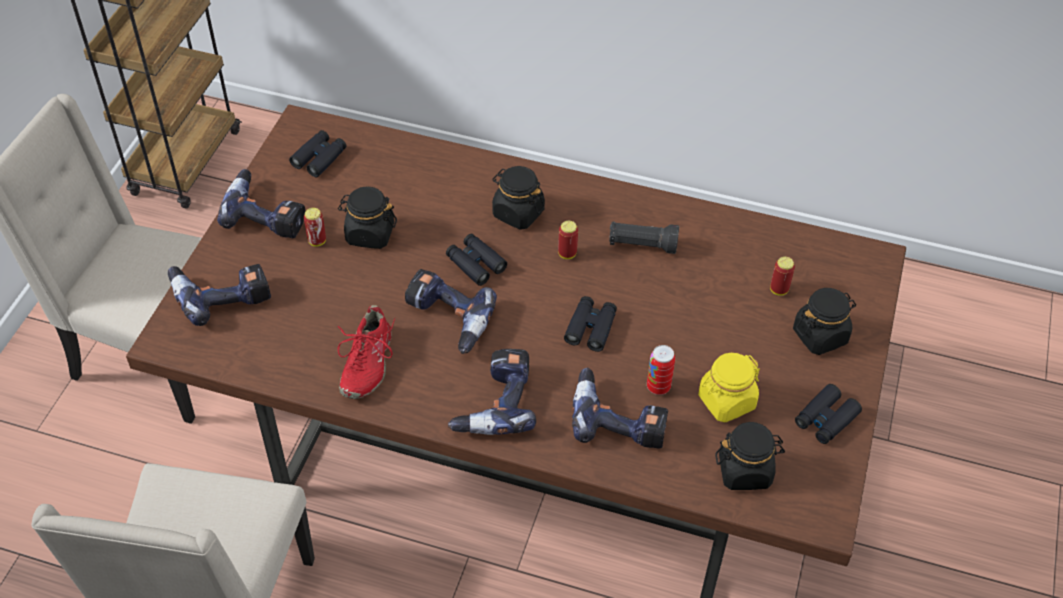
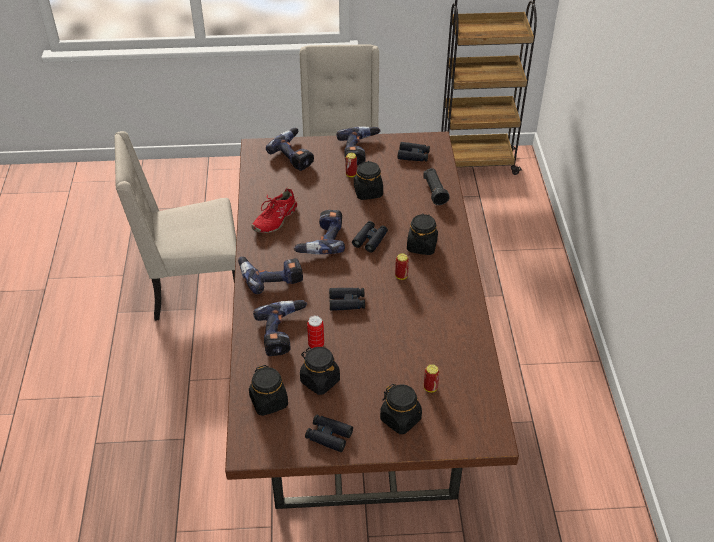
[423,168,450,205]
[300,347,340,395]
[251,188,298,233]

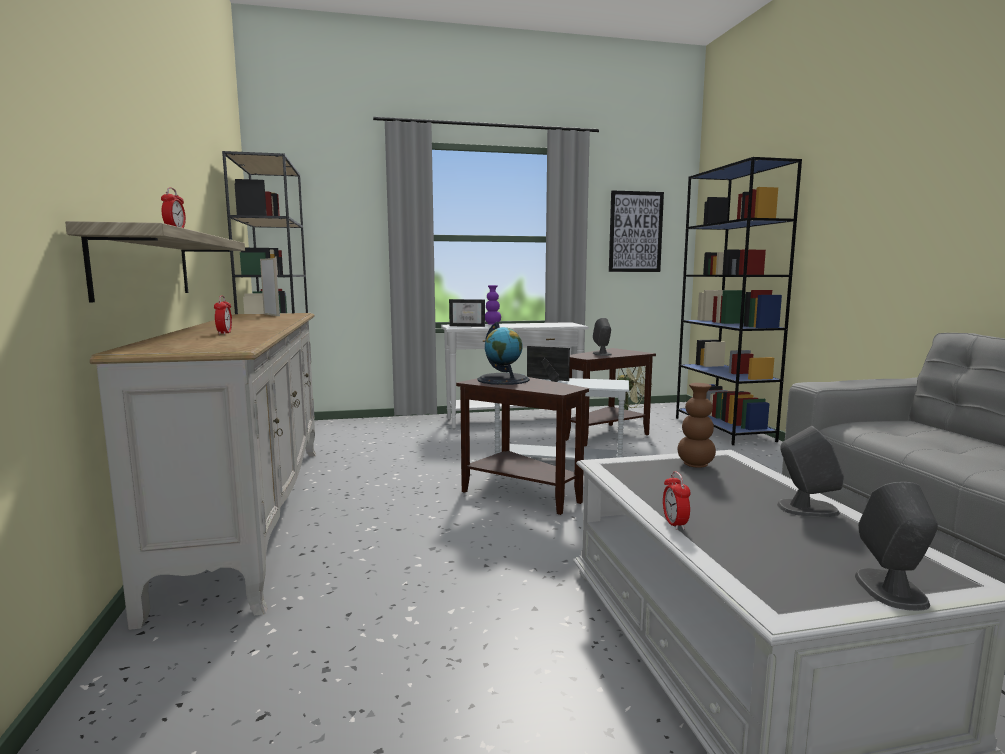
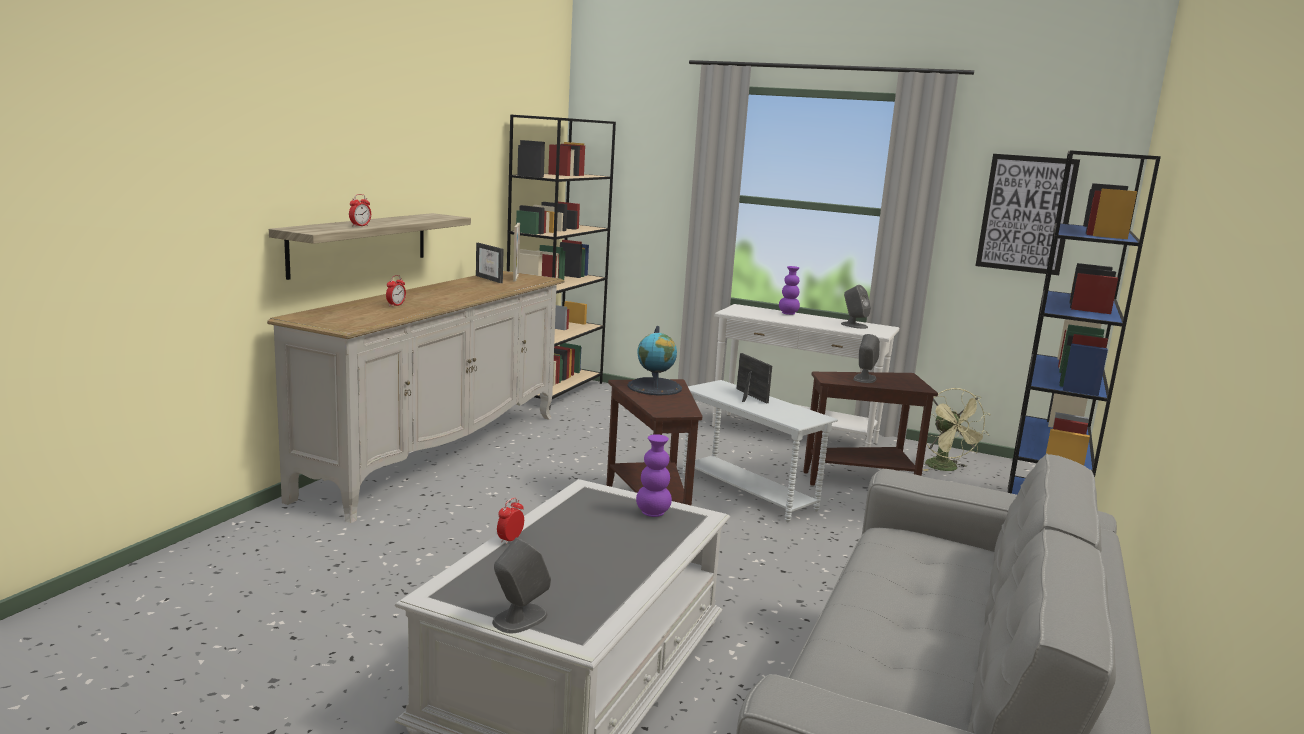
[476,243,504,283]
[841,285,871,329]
[636,434,672,517]

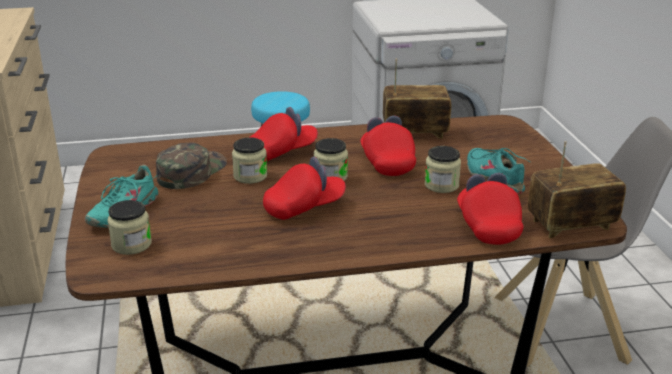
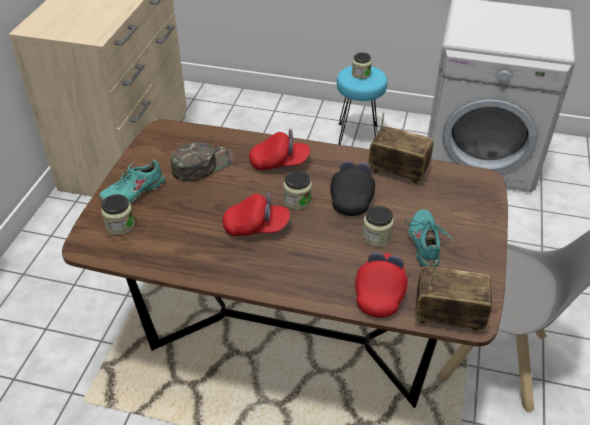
[352,52,372,79]
[330,161,375,216]

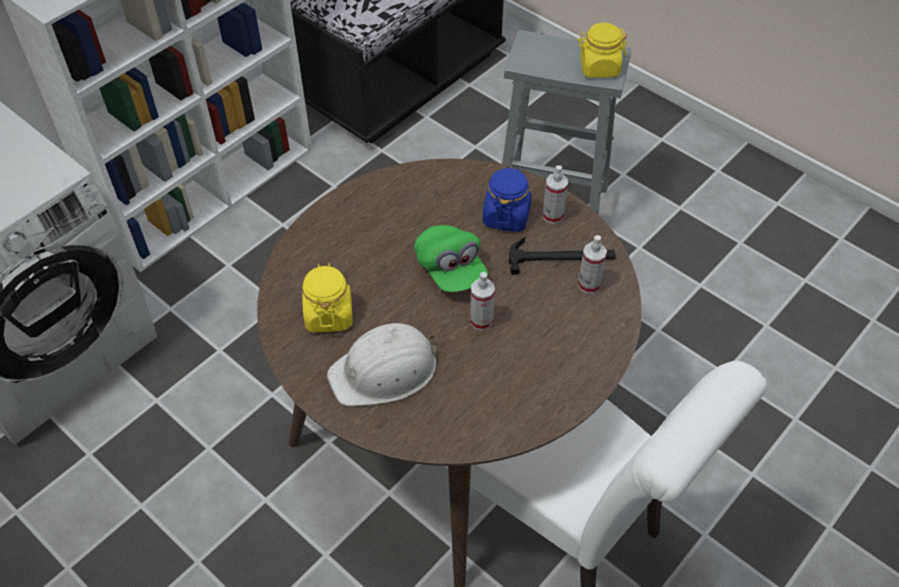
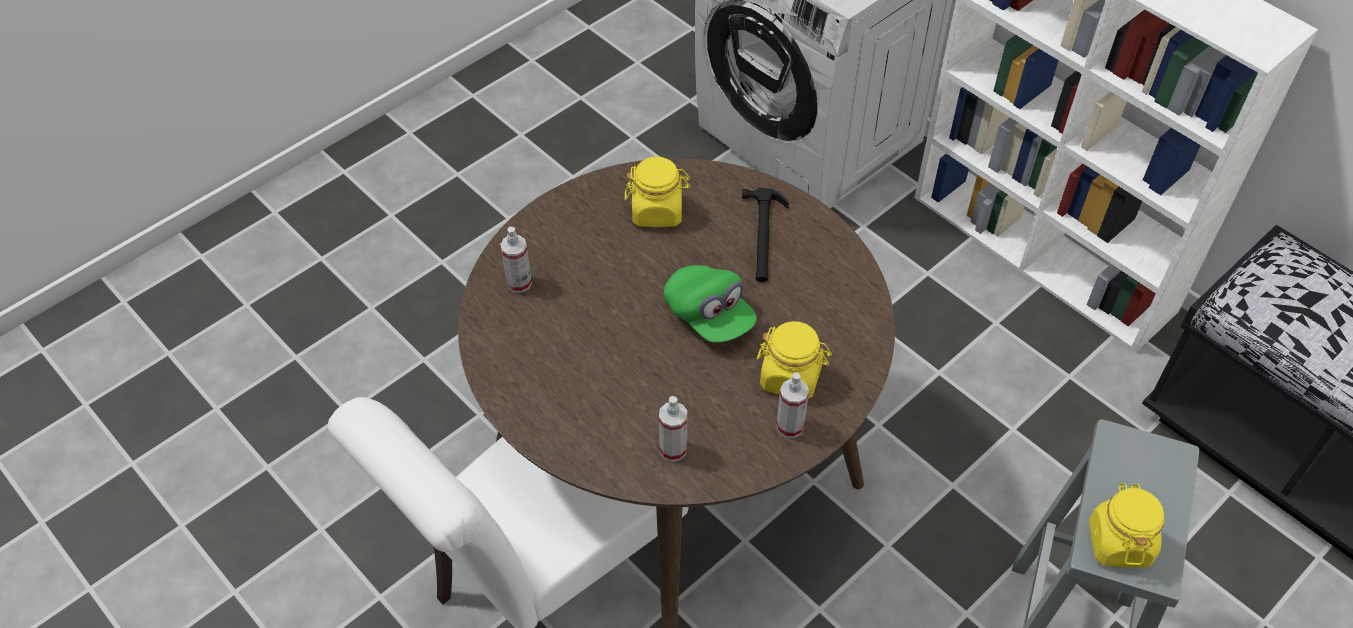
[327,323,438,406] (first image)
[500,226,532,293]
[742,188,789,282]
[757,321,832,399]
[664,265,757,343]

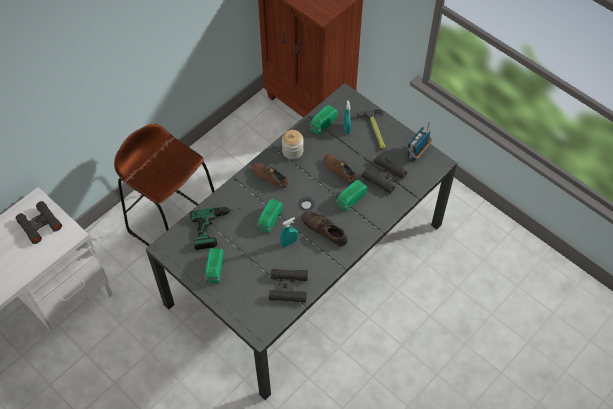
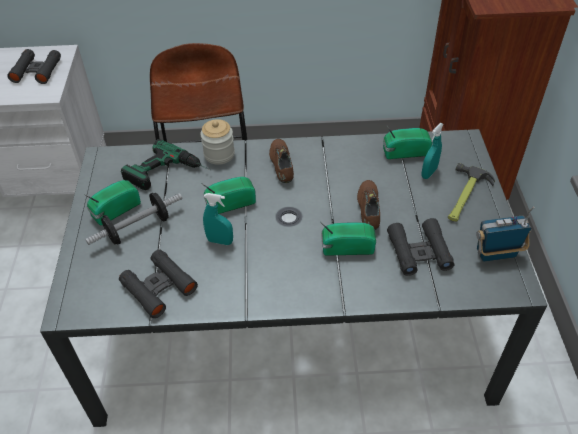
[301,211,348,247] (first image)
[85,193,182,245]
[200,119,235,165]

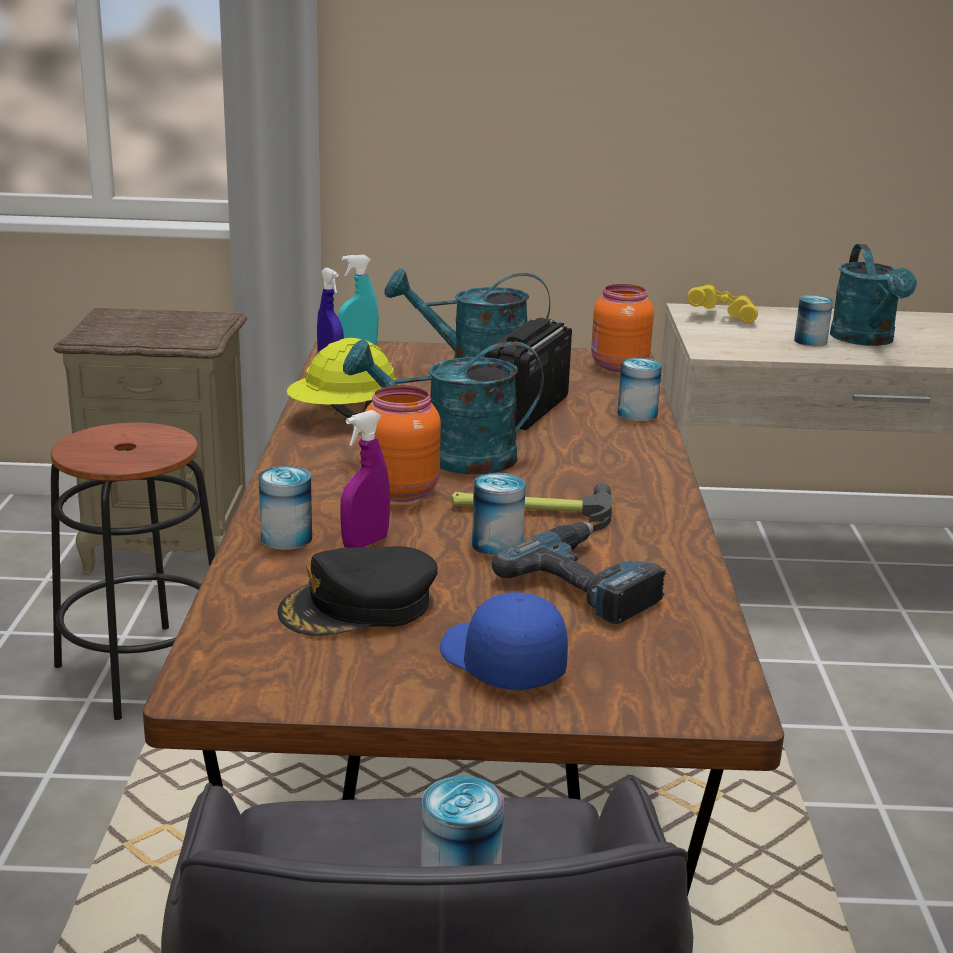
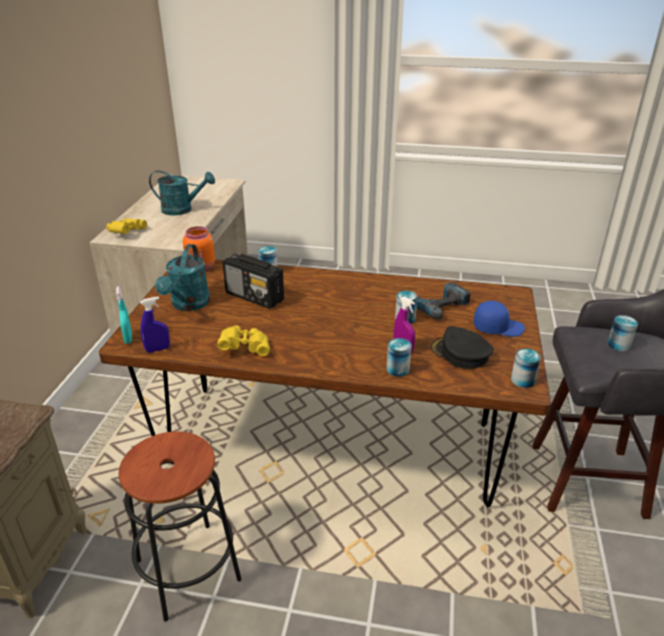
[343,339,544,474] (first image)
[365,385,441,502] (first image)
[452,483,612,532] (first image)
[511,348,541,388]
[218,325,270,356]
[430,326,494,369]
[474,301,525,337]

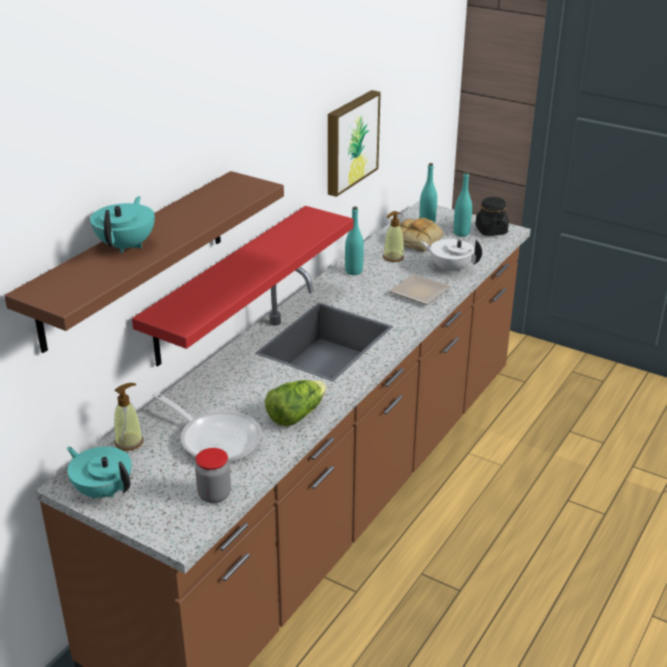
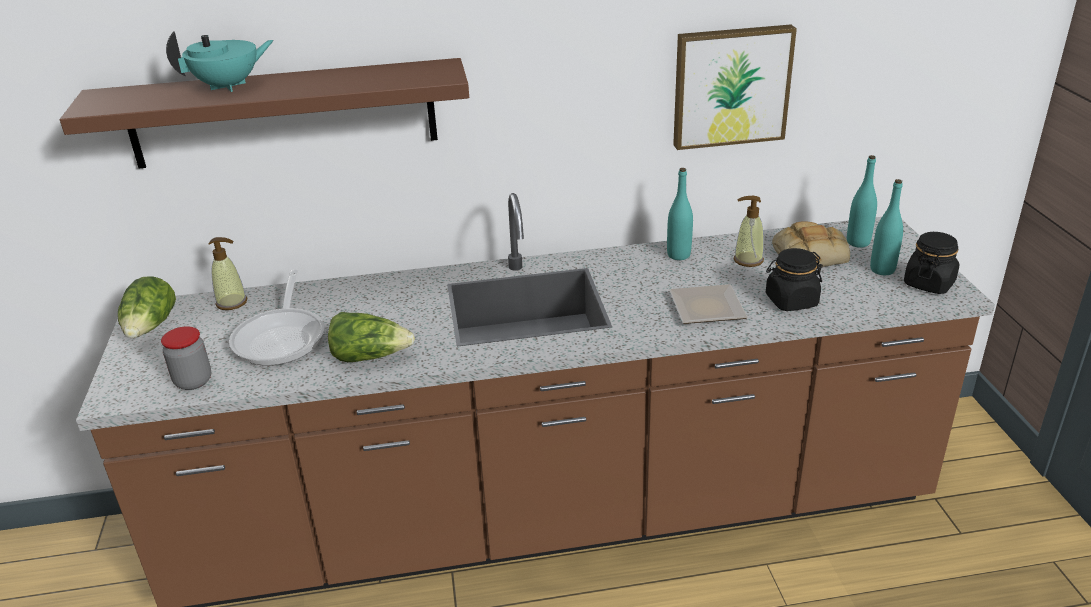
[132,206,353,366] (first image)
[118,277,176,338]
[766,248,823,311]

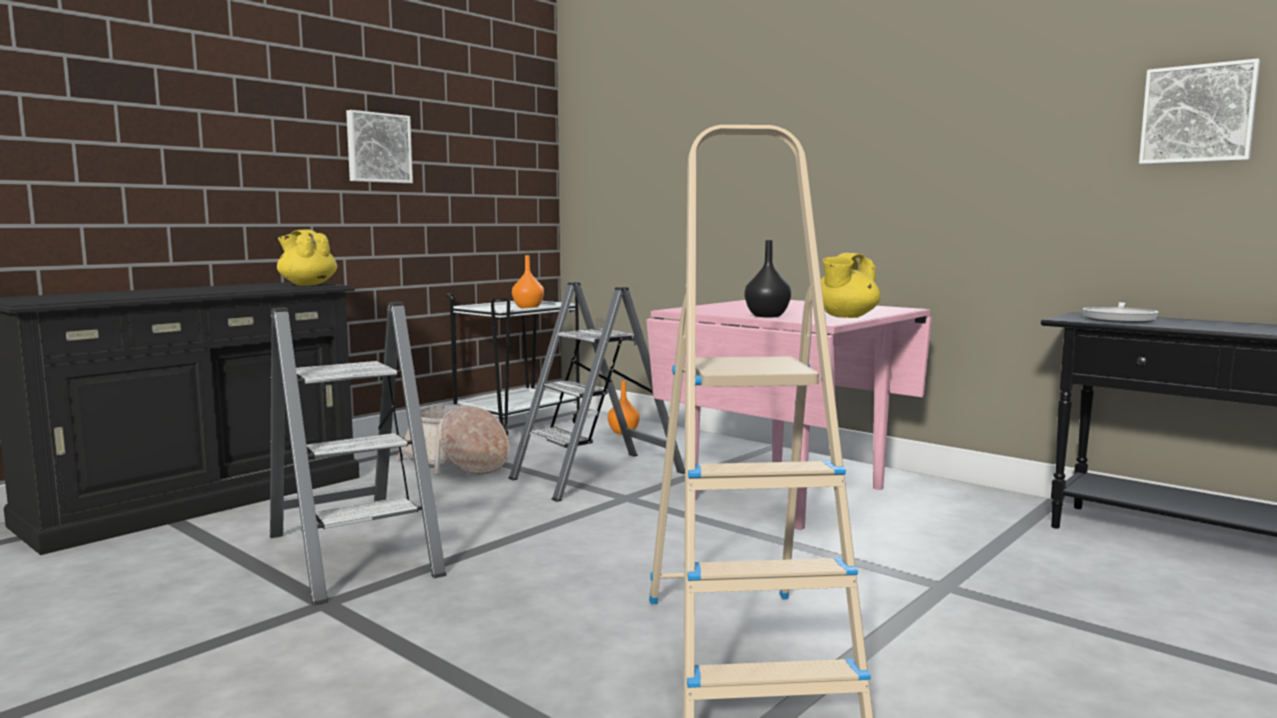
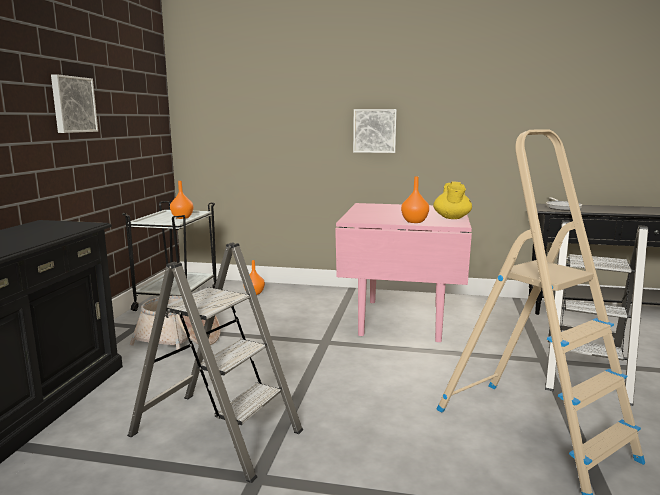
[277,230,337,286] (first image)
[545,220,648,406]
[353,109,397,153]
[401,176,429,223]

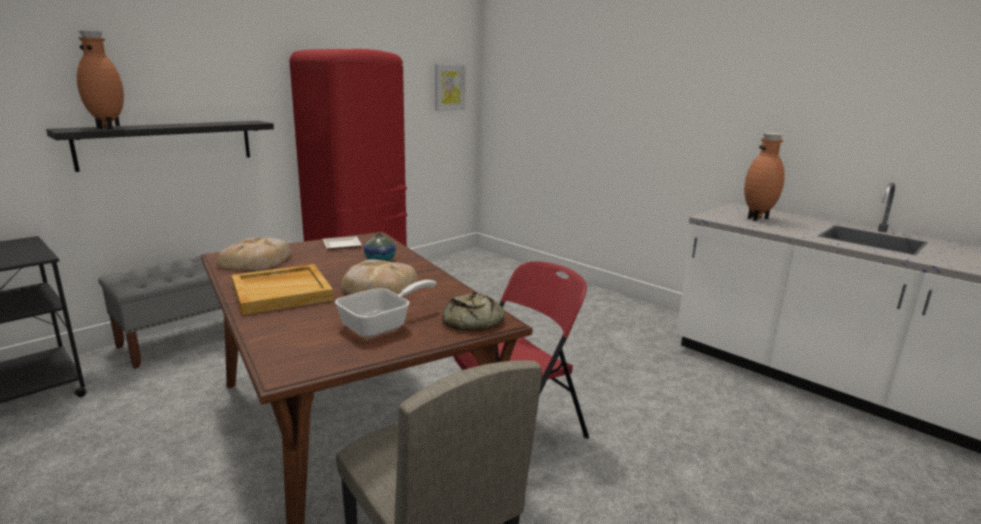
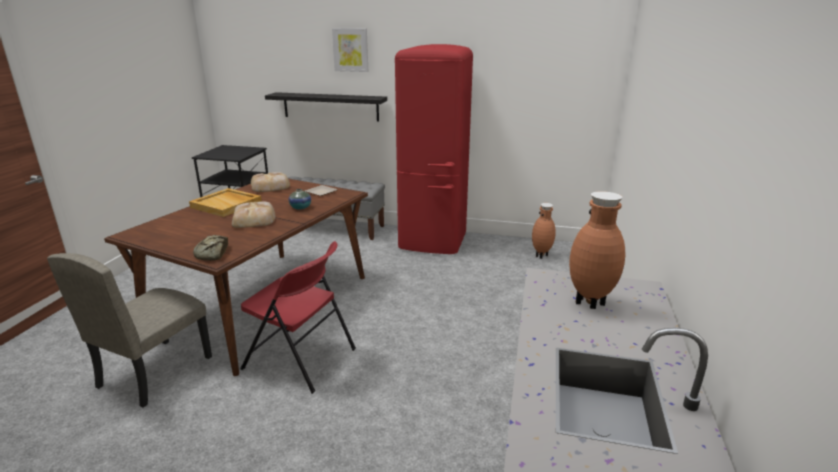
[335,280,436,338] (first image)
[532,203,556,259]
[332,28,368,72]

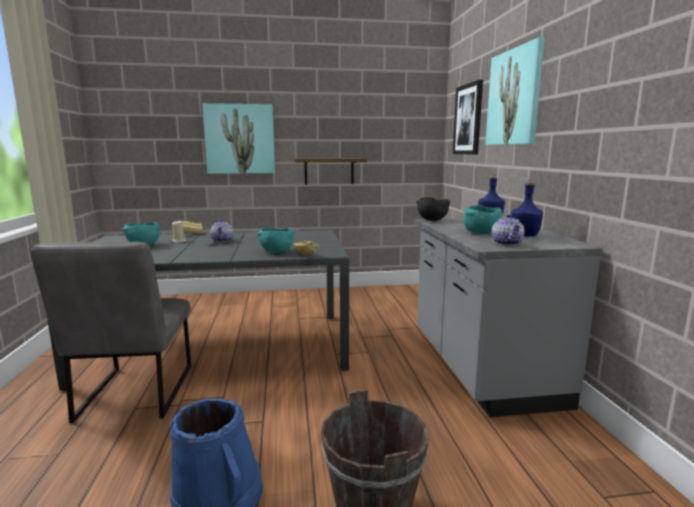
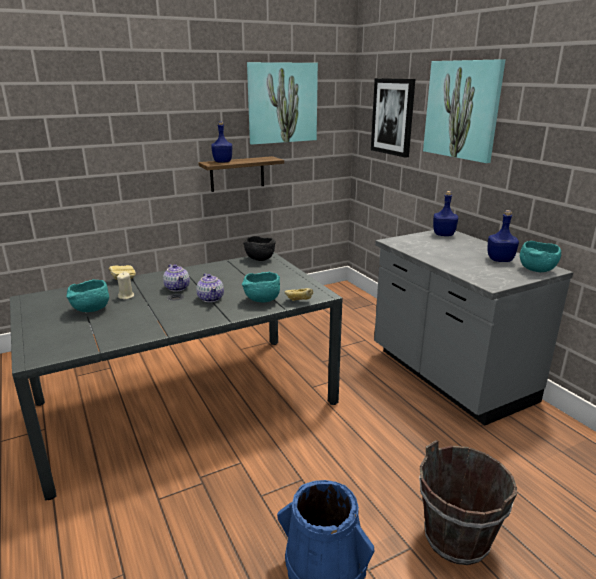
[30,242,191,423] (first image)
[211,121,232,163]
[247,62,318,144]
[243,236,276,261]
[520,241,561,272]
[196,273,224,302]

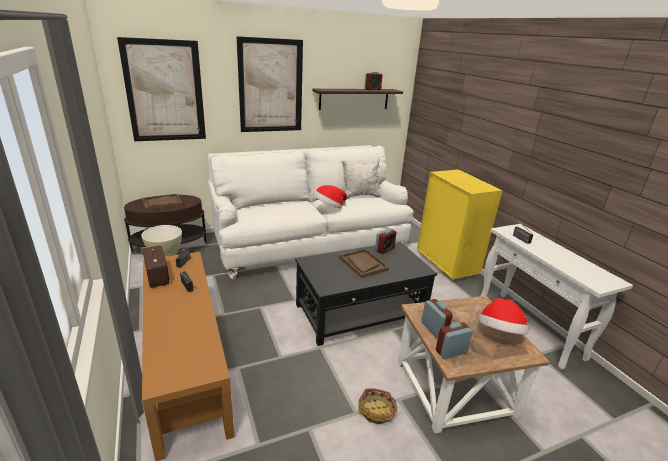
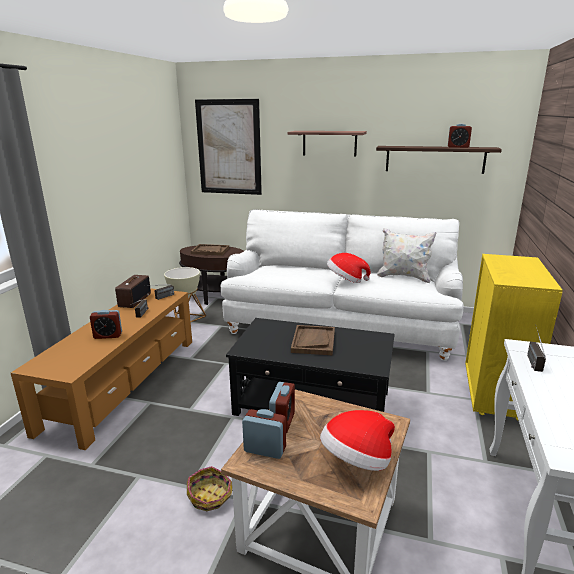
[90,310,122,339]
[288,131,367,156]

